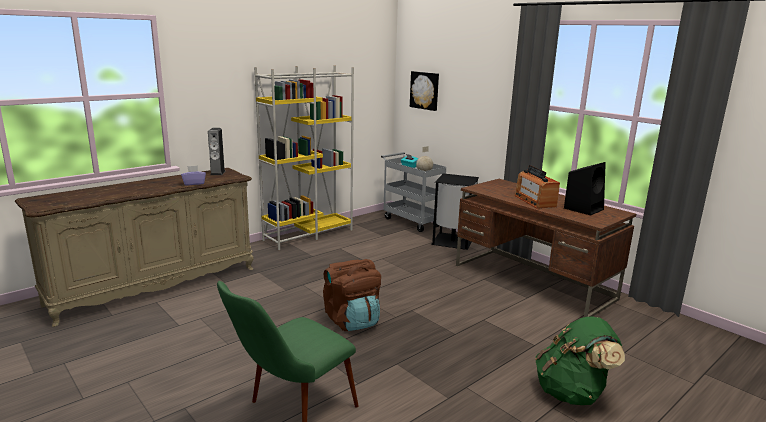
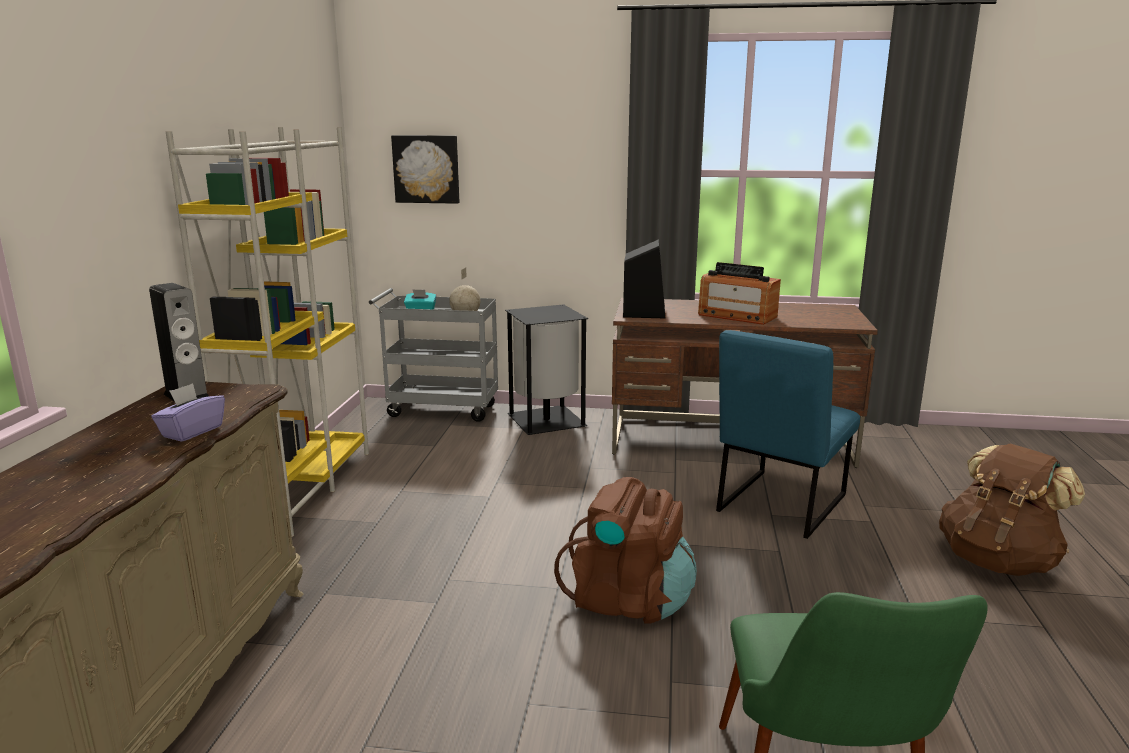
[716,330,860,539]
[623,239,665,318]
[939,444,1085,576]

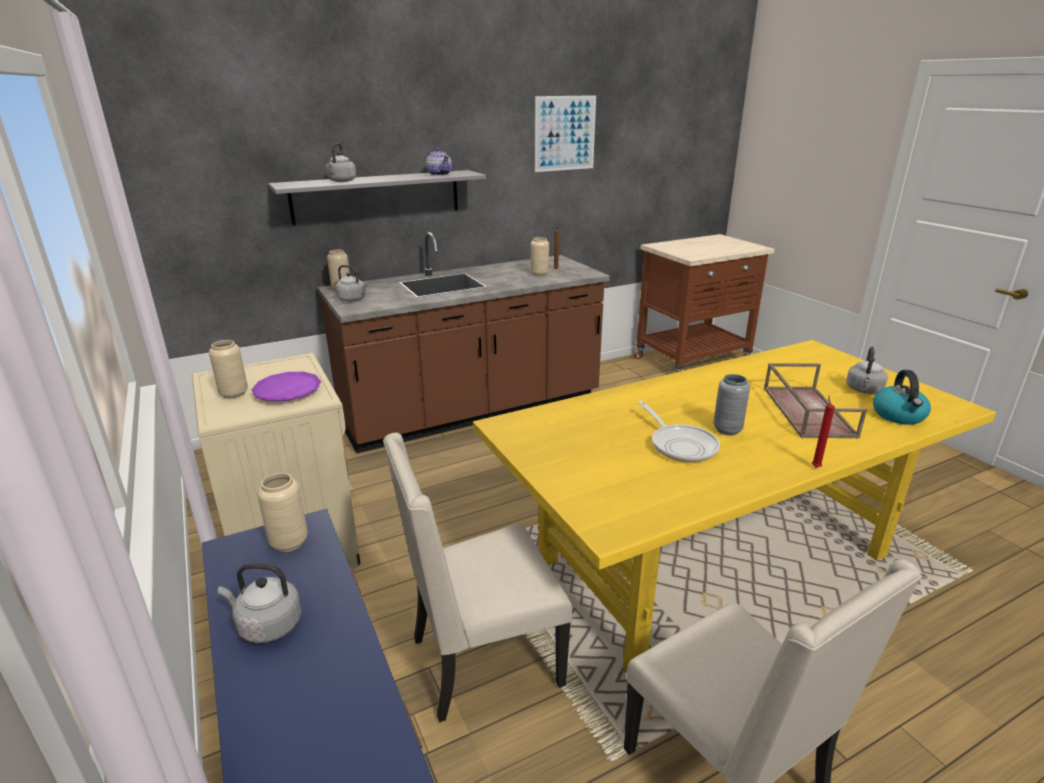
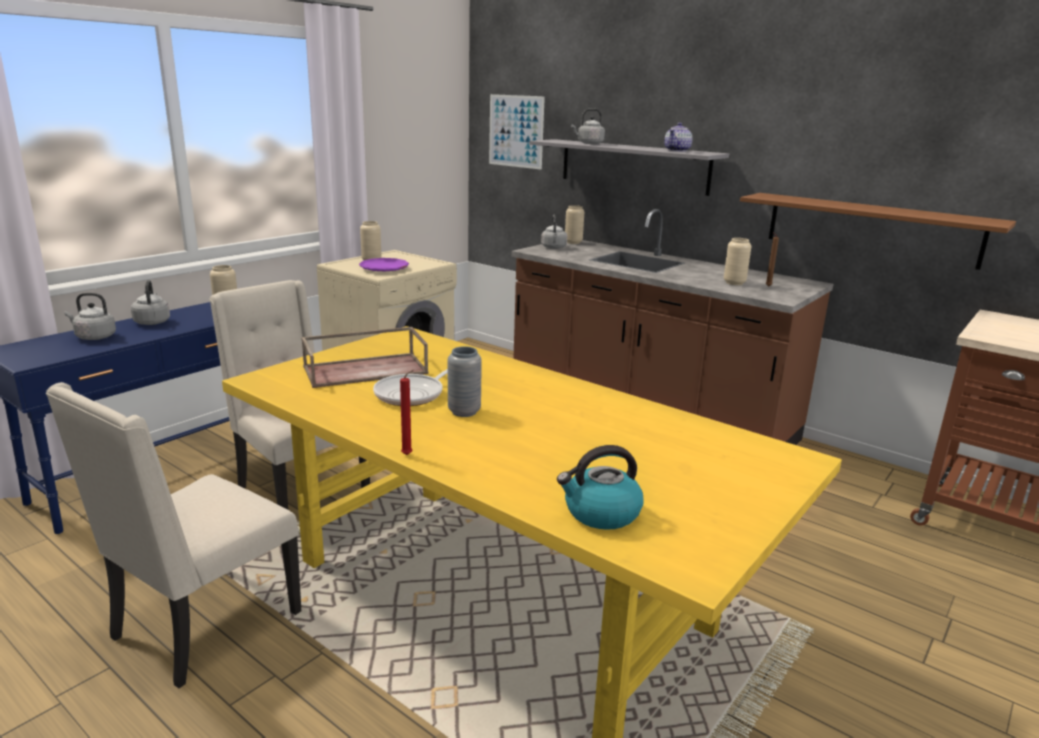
[740,193,1016,270]
[489,94,545,170]
[301,327,428,388]
[64,293,116,340]

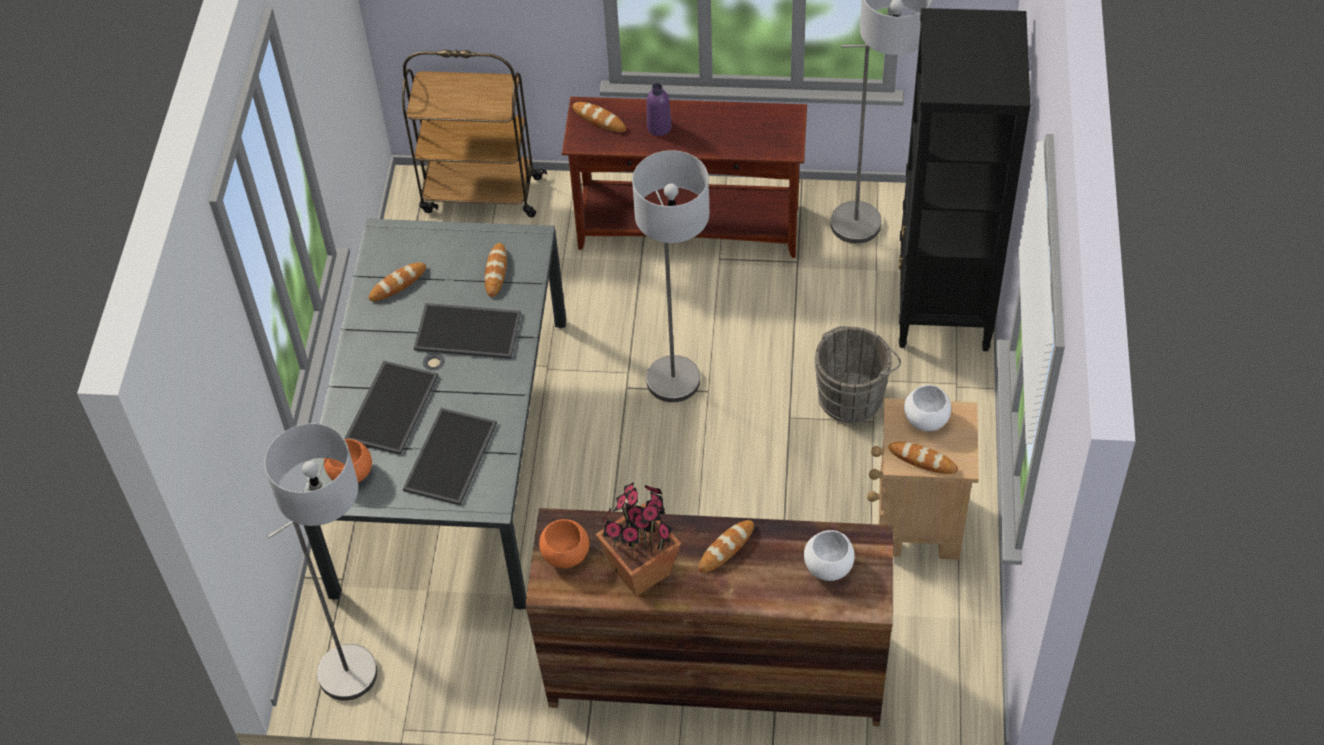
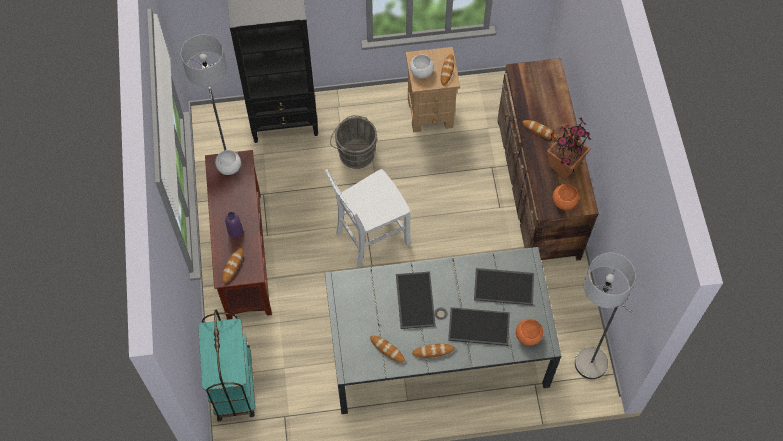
[412,344,455,358]
[215,150,241,175]
[325,169,410,268]
[198,310,255,422]

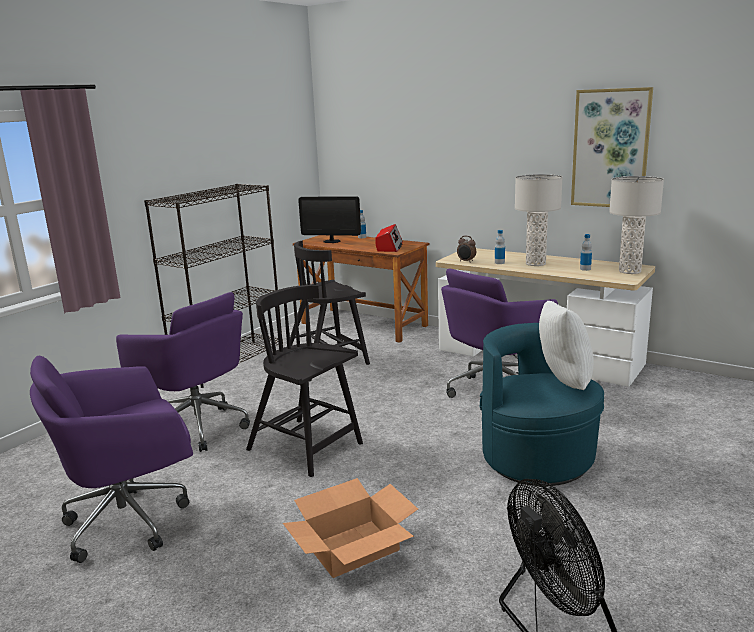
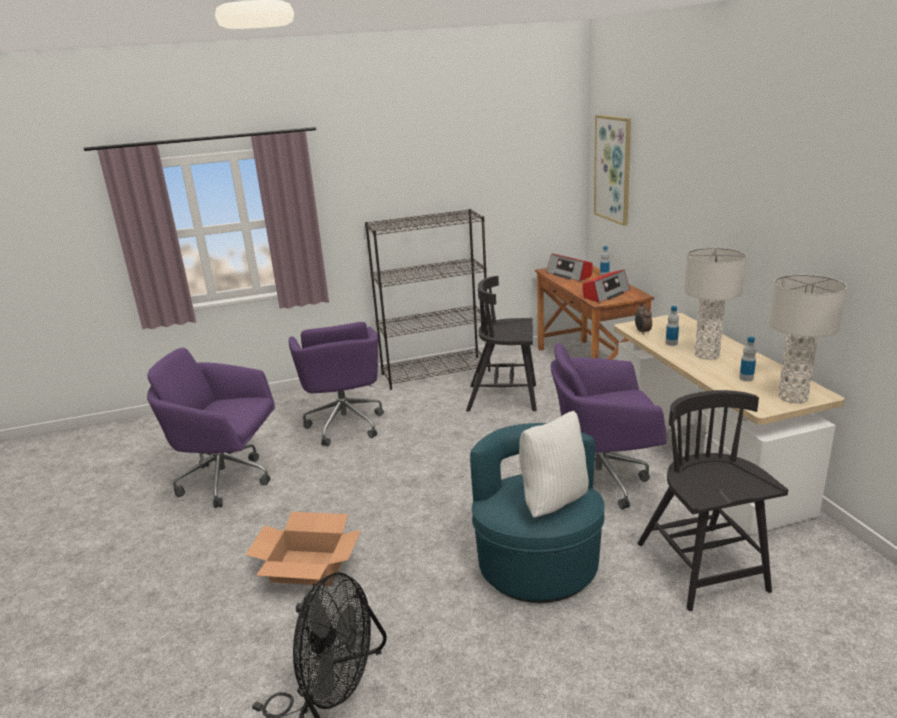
[638,390,788,611]
[594,115,631,226]
[546,253,593,281]

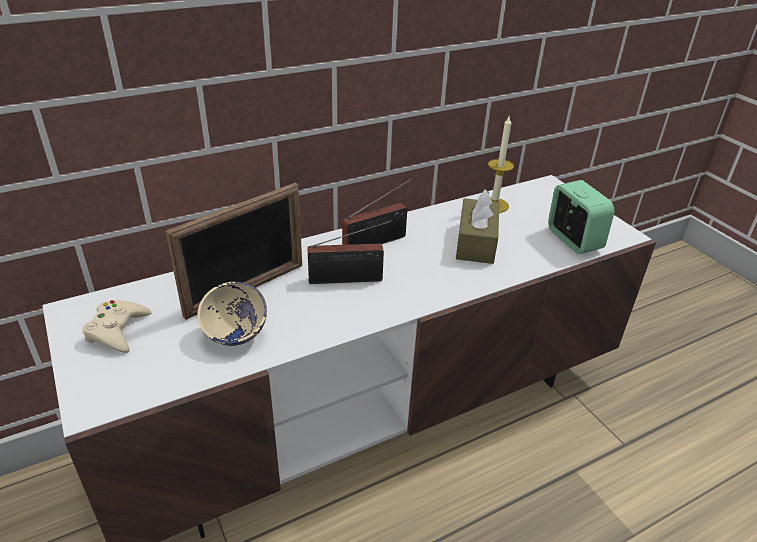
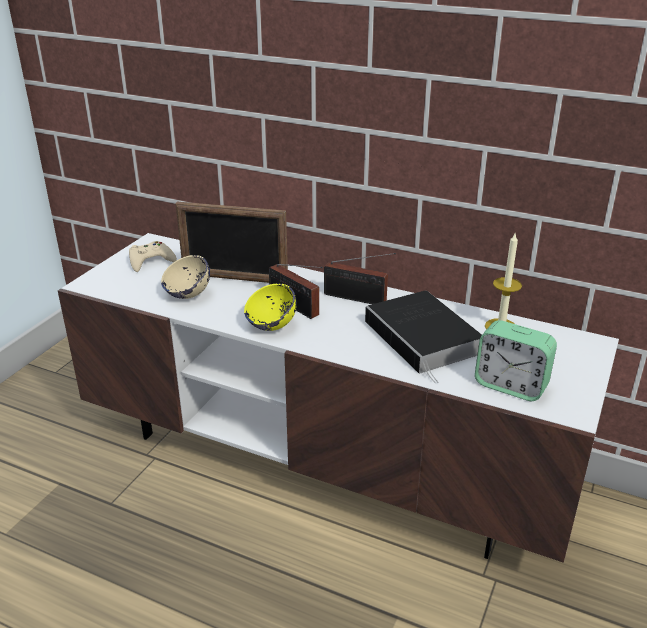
[244,284,297,331]
[365,291,482,383]
[475,320,557,401]

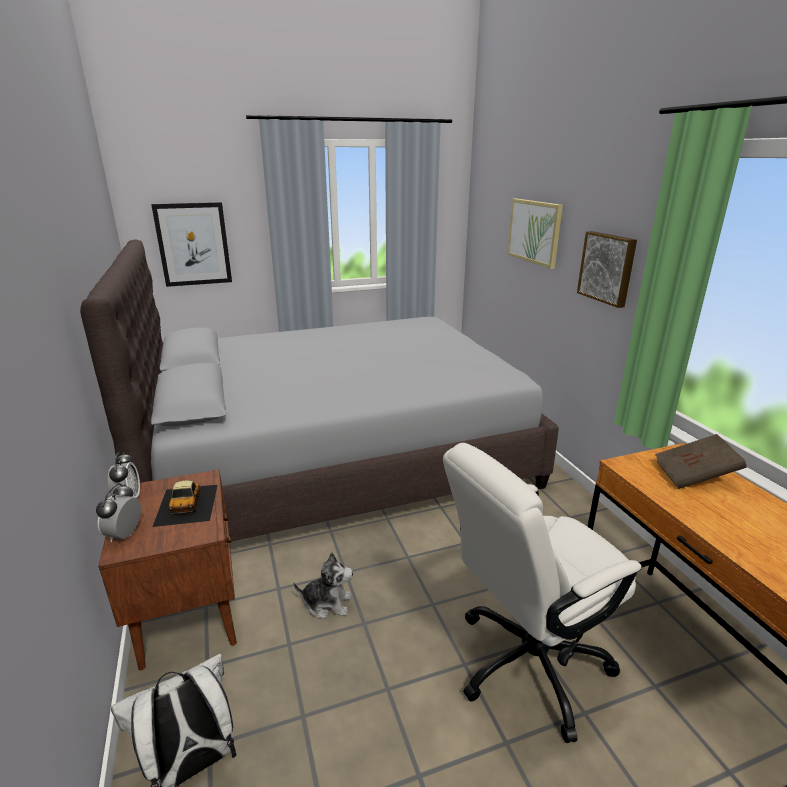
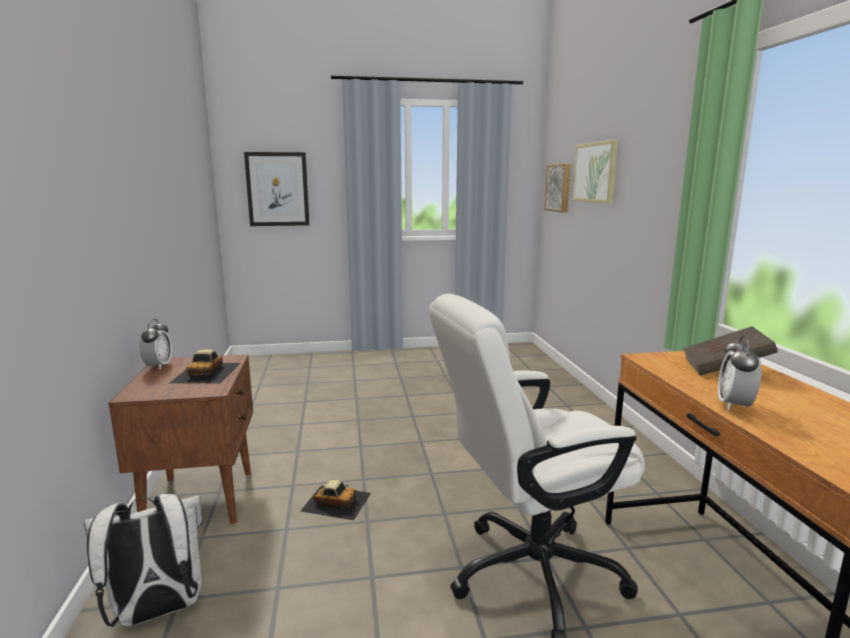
[80,239,559,541] (first image)
[718,335,762,411]
[545,164,570,213]
[301,480,371,520]

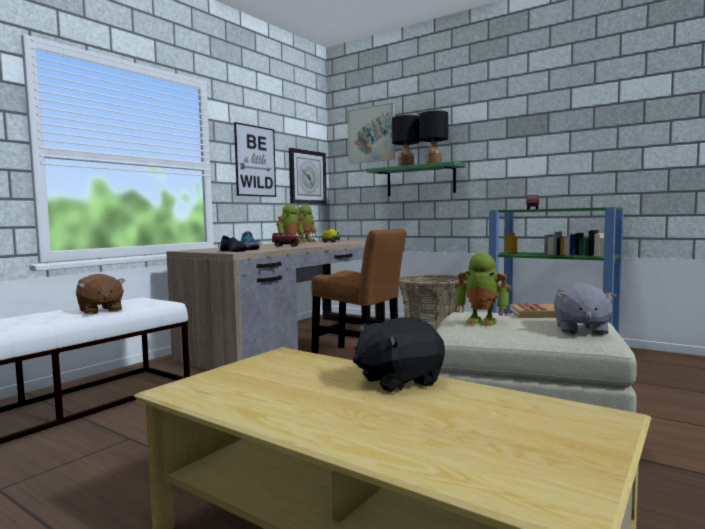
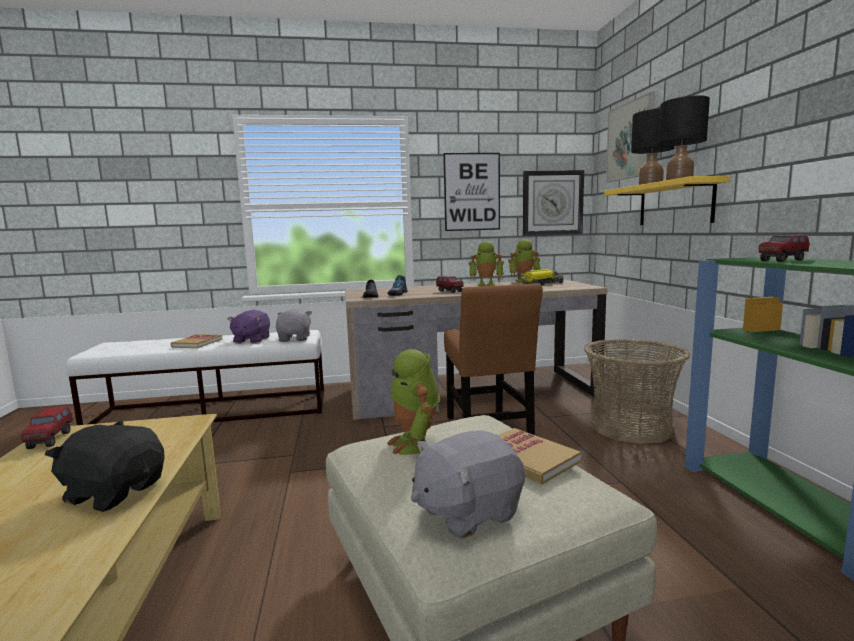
[20,406,73,449]
[171,334,222,348]
[276,309,312,342]
[227,310,270,343]
[604,176,730,225]

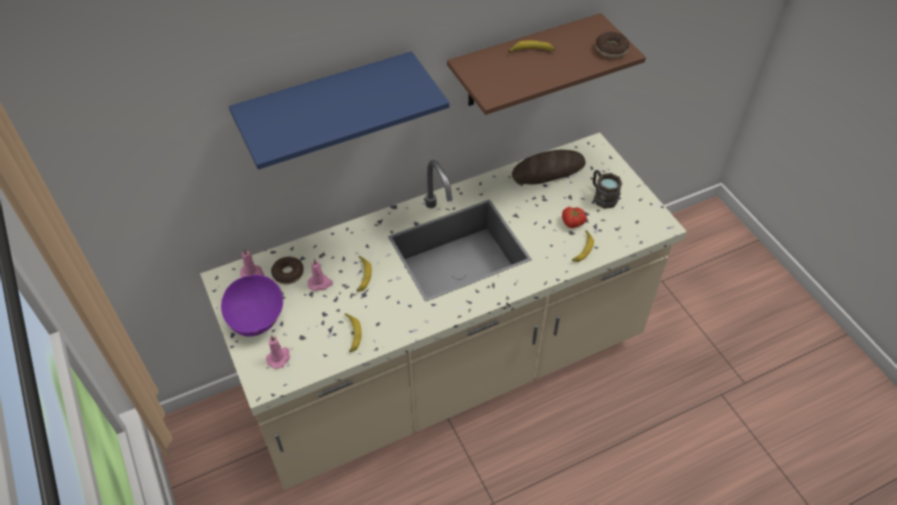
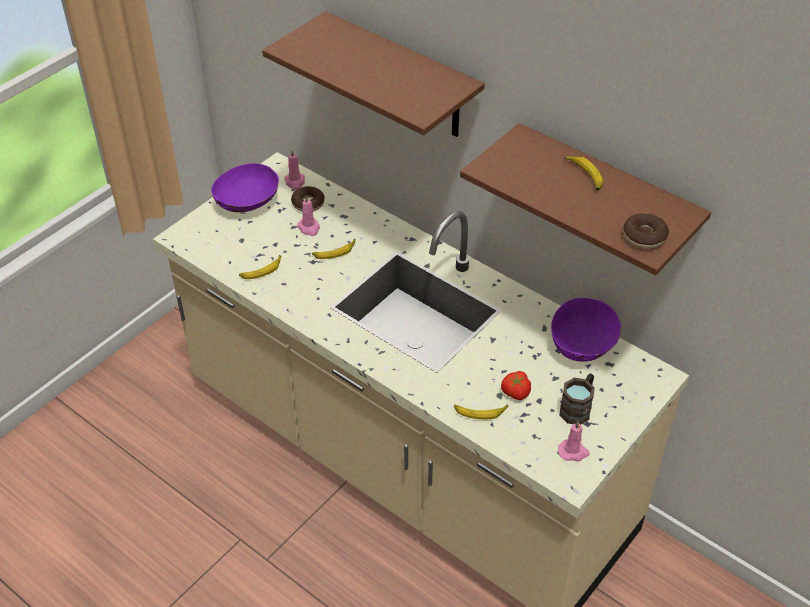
[558,420,590,461]
[551,298,622,362]
[262,11,485,137]

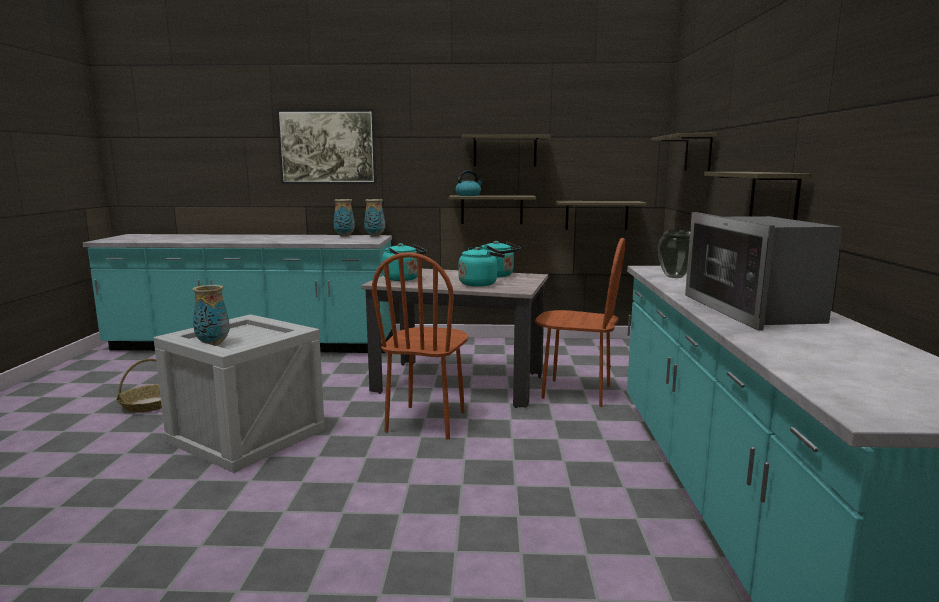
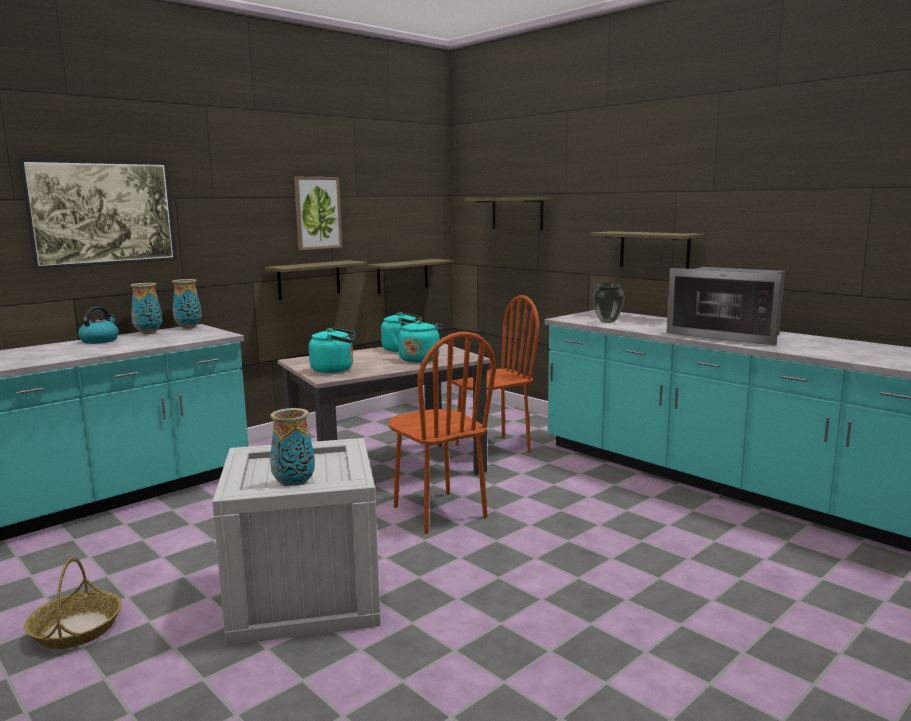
[78,306,119,344]
[294,177,342,250]

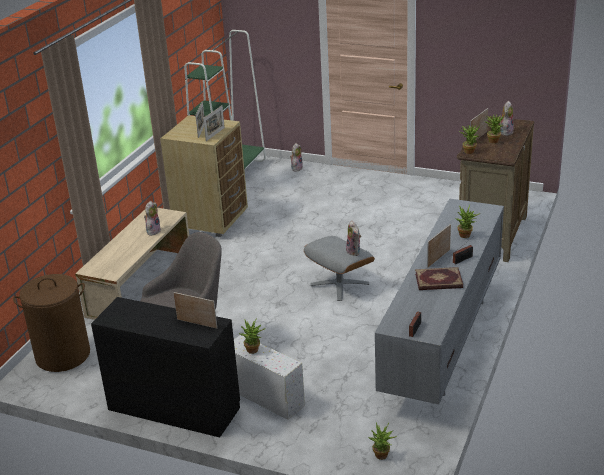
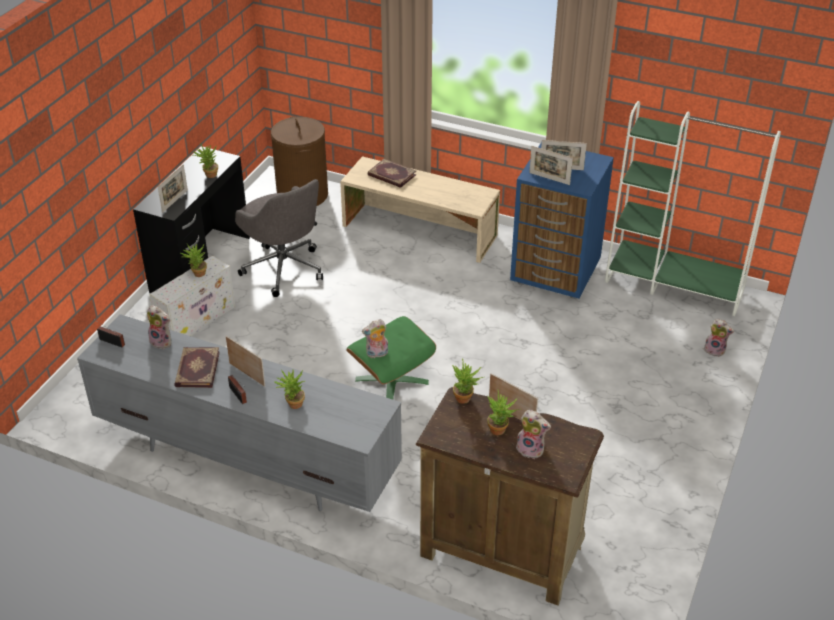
[368,159,416,188]
[147,305,172,349]
[193,143,218,178]
[510,142,614,299]
[346,316,436,399]

